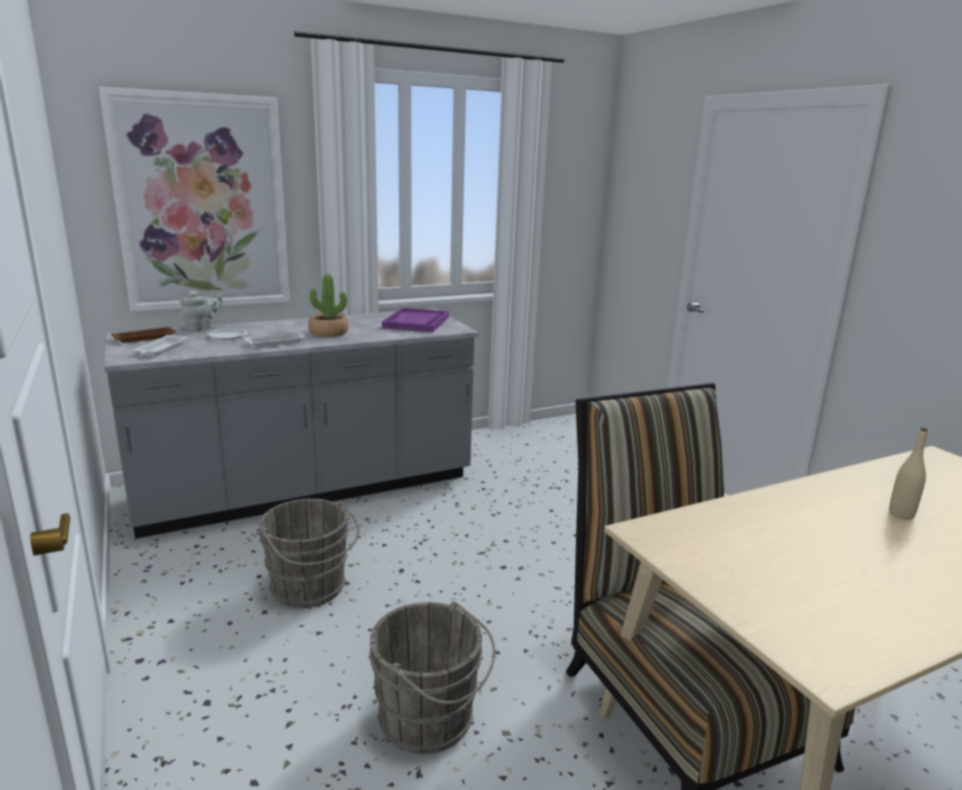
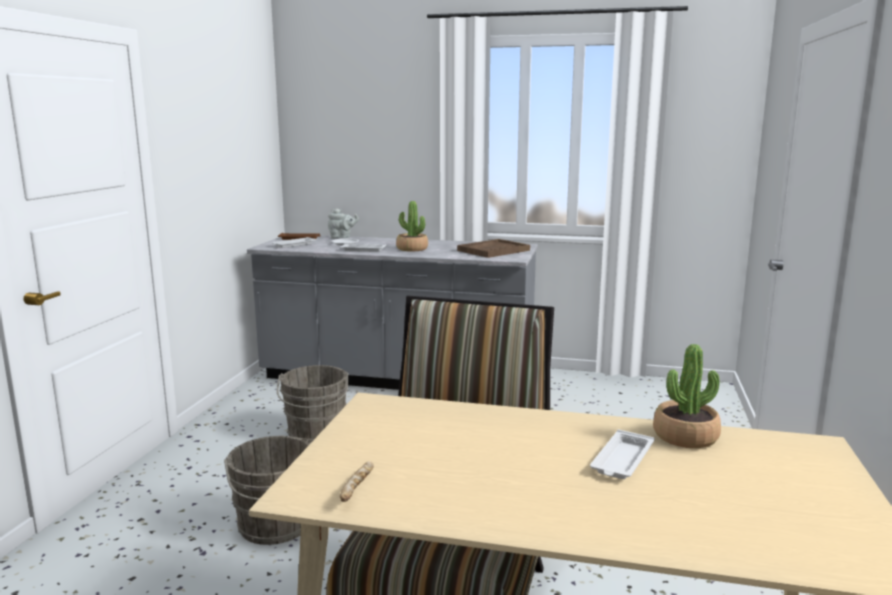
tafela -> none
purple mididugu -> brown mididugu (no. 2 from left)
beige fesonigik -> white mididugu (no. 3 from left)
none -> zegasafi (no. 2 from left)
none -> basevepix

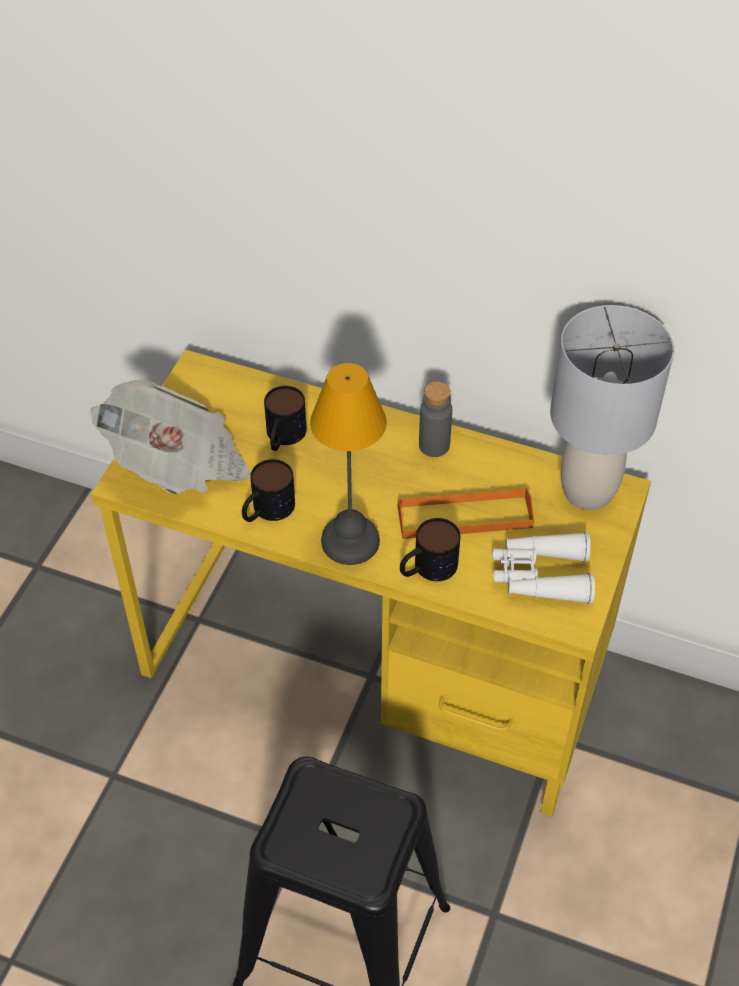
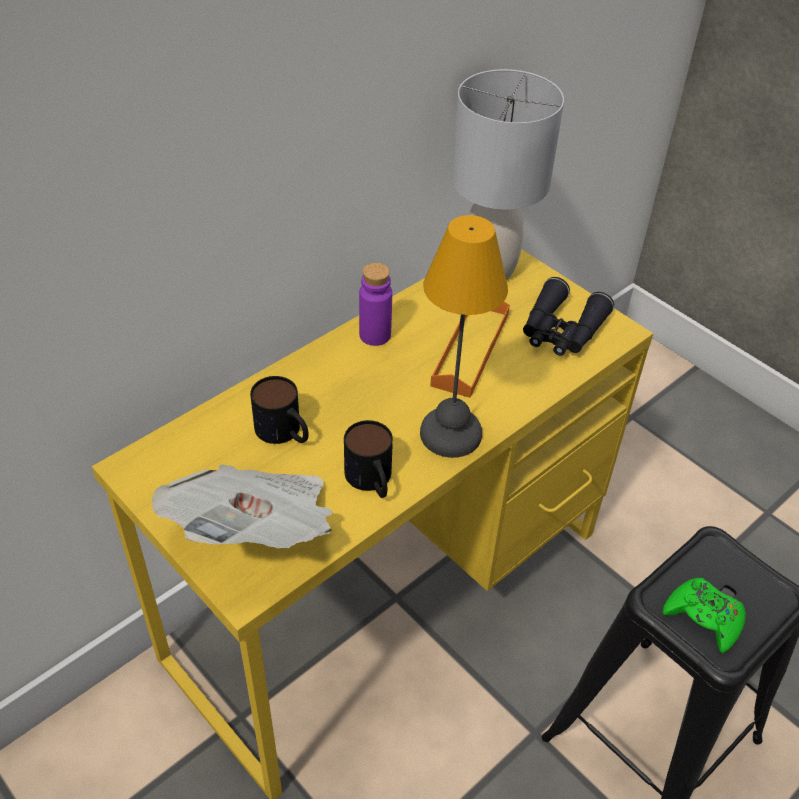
grey fesonigik -> purple fesonigik
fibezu (no. 3 from left) -> none
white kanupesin -> black kanupesin
none -> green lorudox

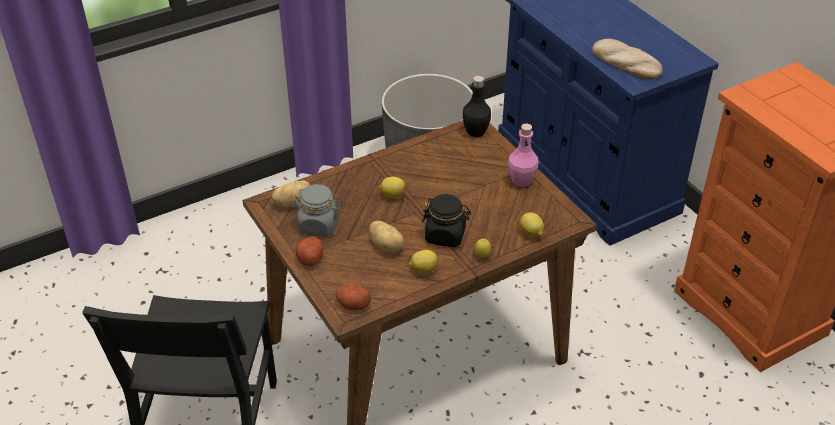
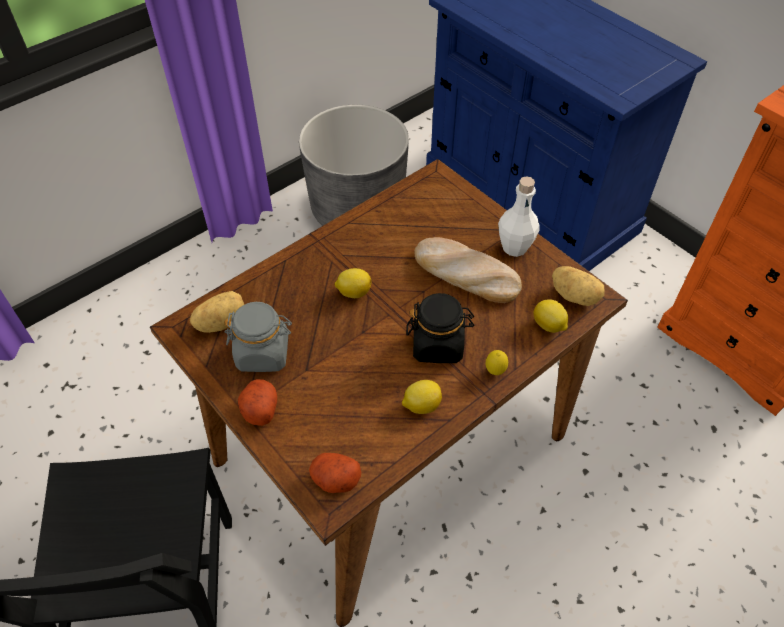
basevepix, shifted
black fesonigik -> none
pink fesonigik -> white fesonigik
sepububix (no. 4 from left), shifted

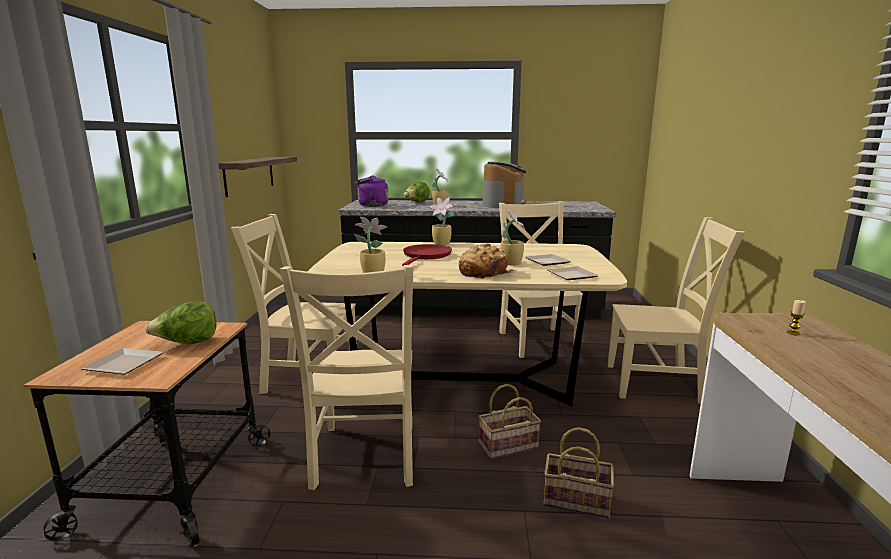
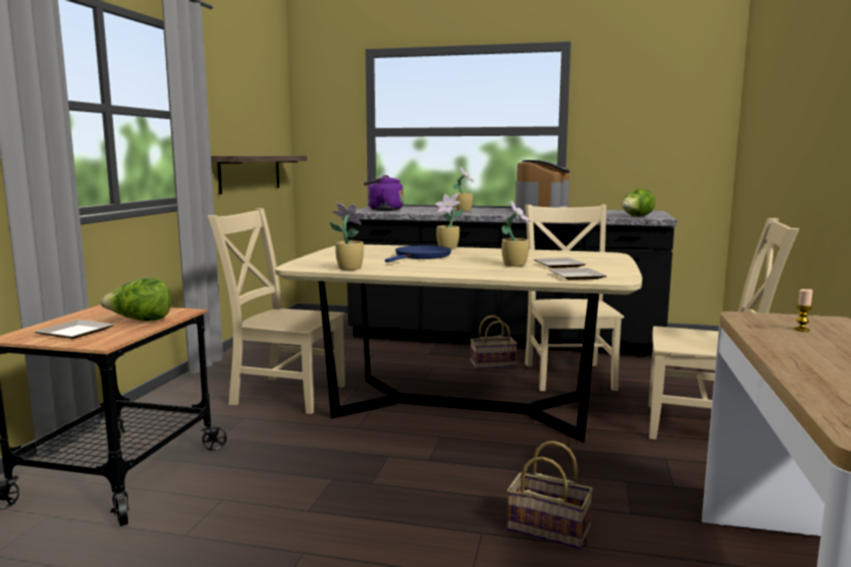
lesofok (no. 2 from left), shifted
basevepix -> none
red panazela -> blue panazela
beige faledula (no. 2 from left) -> none
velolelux (no. 1 from left), shifted

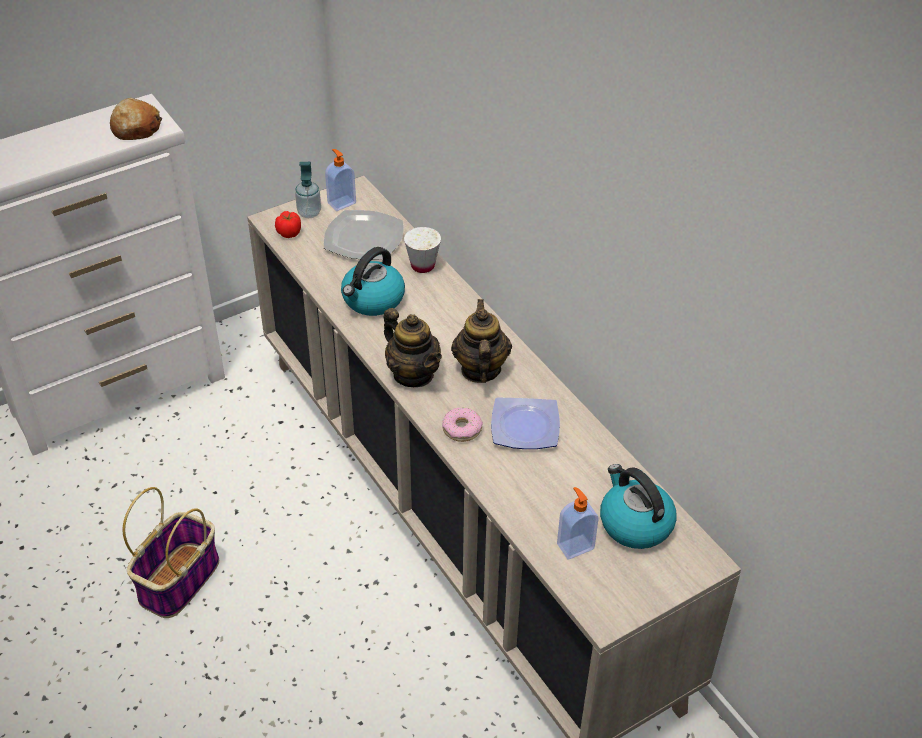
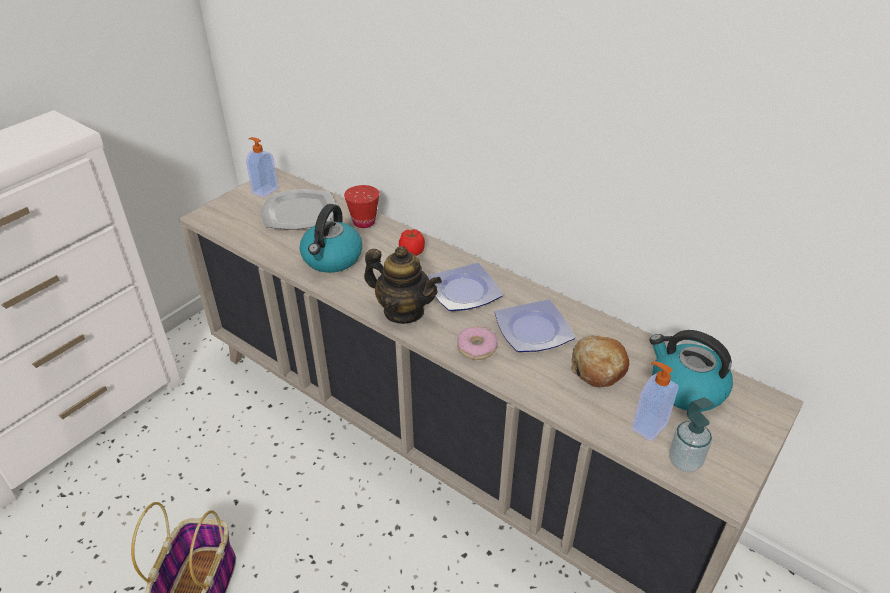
basevepix, shifted
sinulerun (no. 1 from left in the first image) -> sinulerun (no. 3 from left), shifted
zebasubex, shifted
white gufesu -> red gufesu
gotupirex (no. 2 from left) -> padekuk (no. 2 from left)

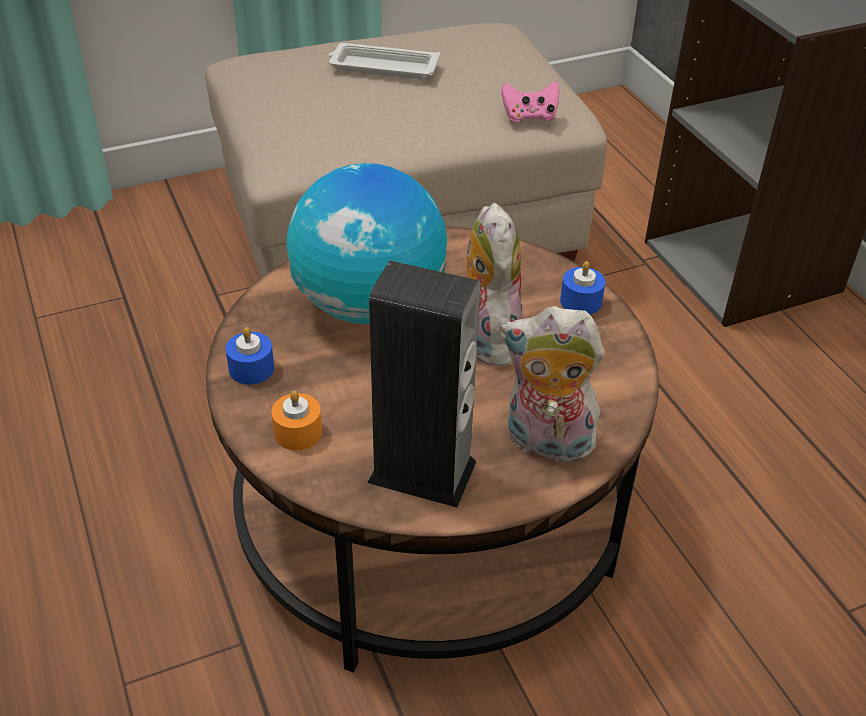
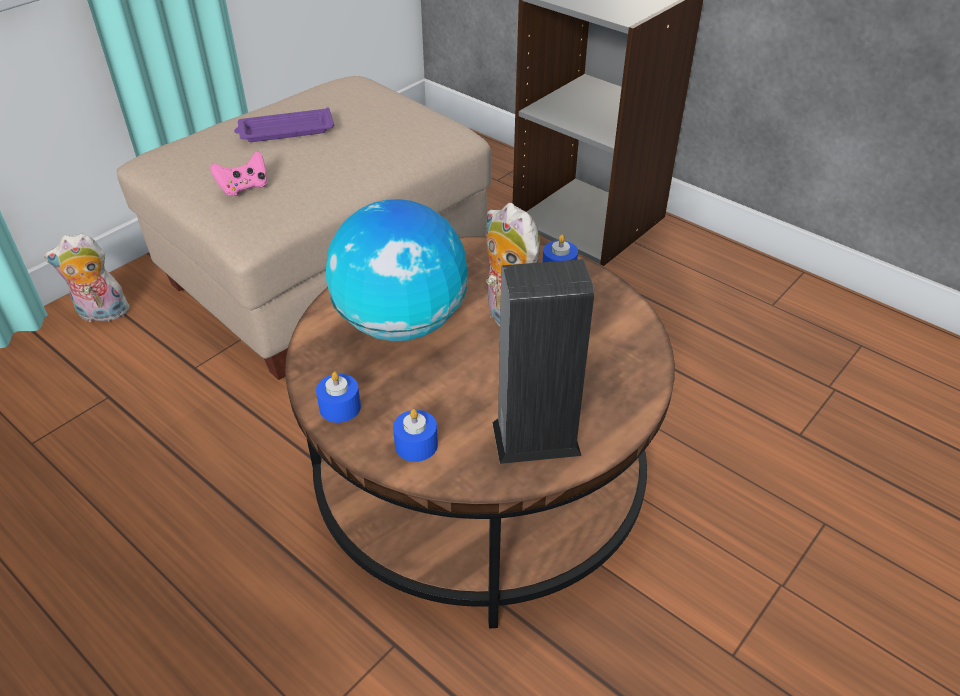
white mididugu -> purple mididugu
pink lorudox, shifted
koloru (no. 2 from left in the first image) -> koloru (no. 1 from left), shifted
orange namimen -> blue namimen (no. 2 from left)

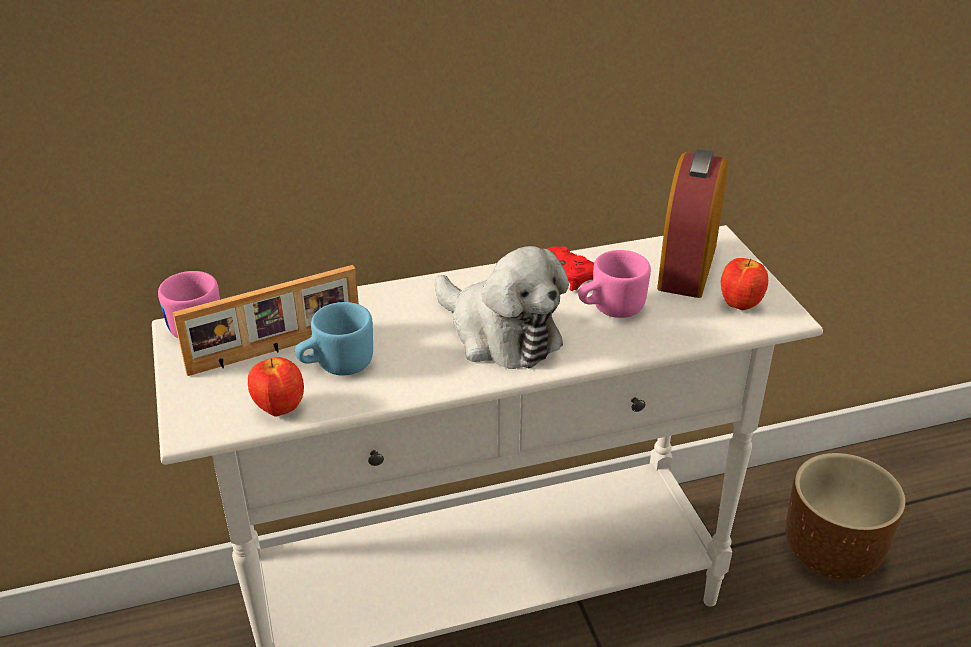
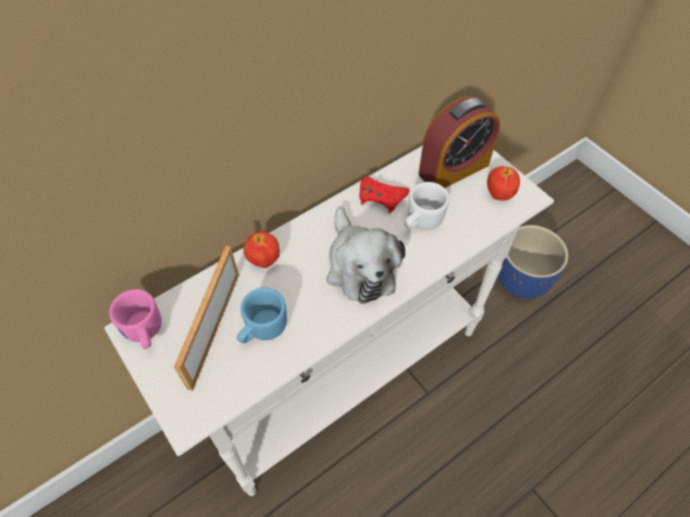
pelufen, 120 degrees counterclockwise
koloru, 45 degrees clockwise
pink fibezu (no. 2 from left) -> white fibezu
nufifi, 150 degrees clockwise
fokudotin (no. 1 from left), shifted
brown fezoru -> blue fezoru

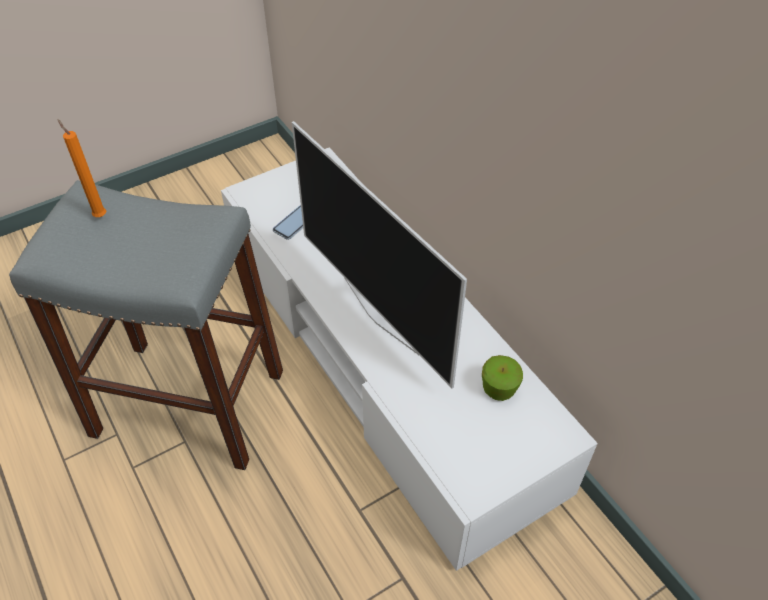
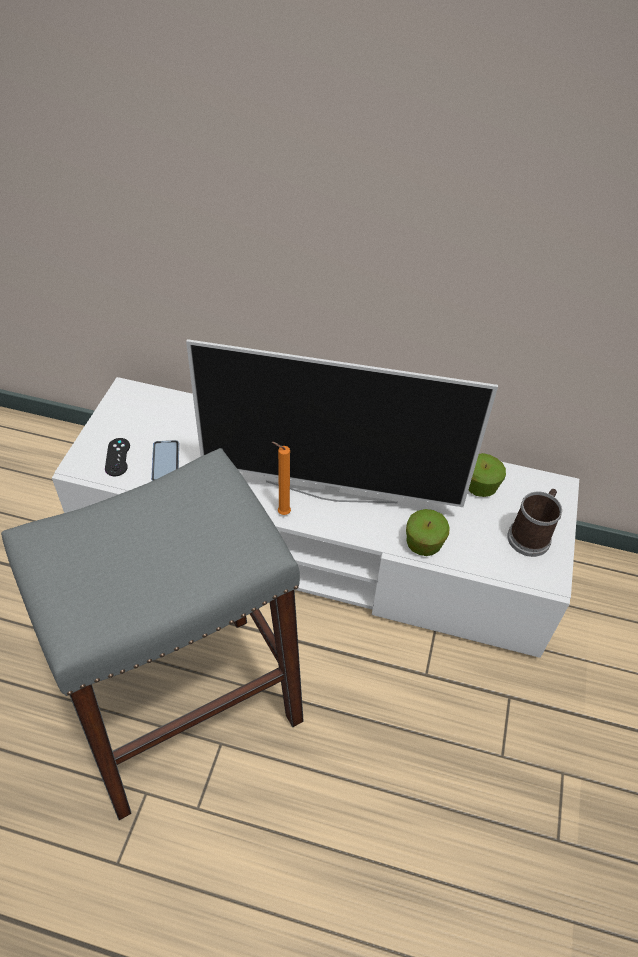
orange namimen, shifted
none -> black lorudox
none -> fibezu
none -> fokudotin (no. 1 from left)

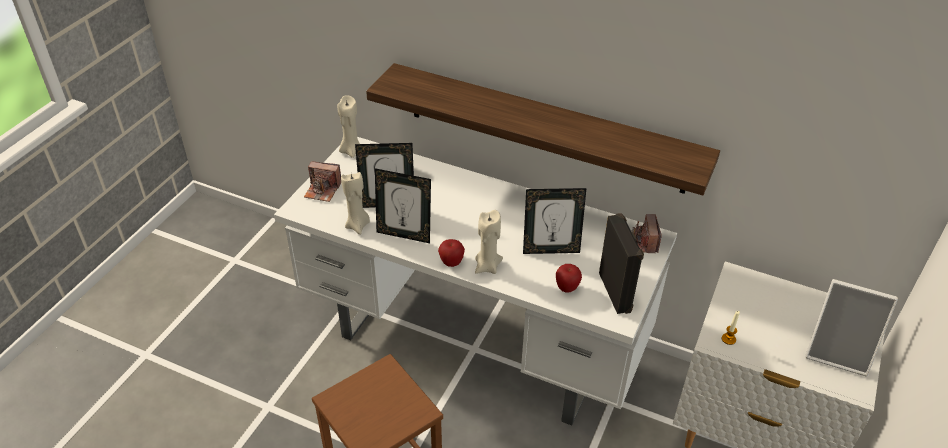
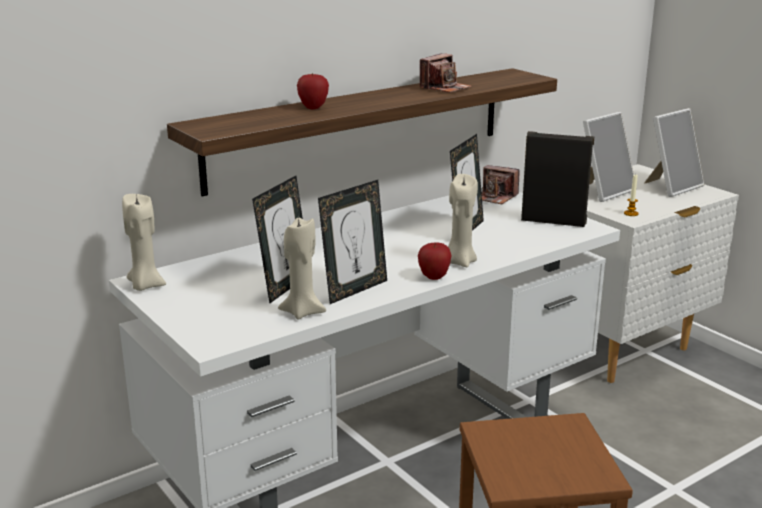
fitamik (no. 1 from left), shifted
fokudotin (no. 2 from left in the first image) -> fokudotin (no. 1 from left), shifted
none -> nufifi (no. 4 from left)

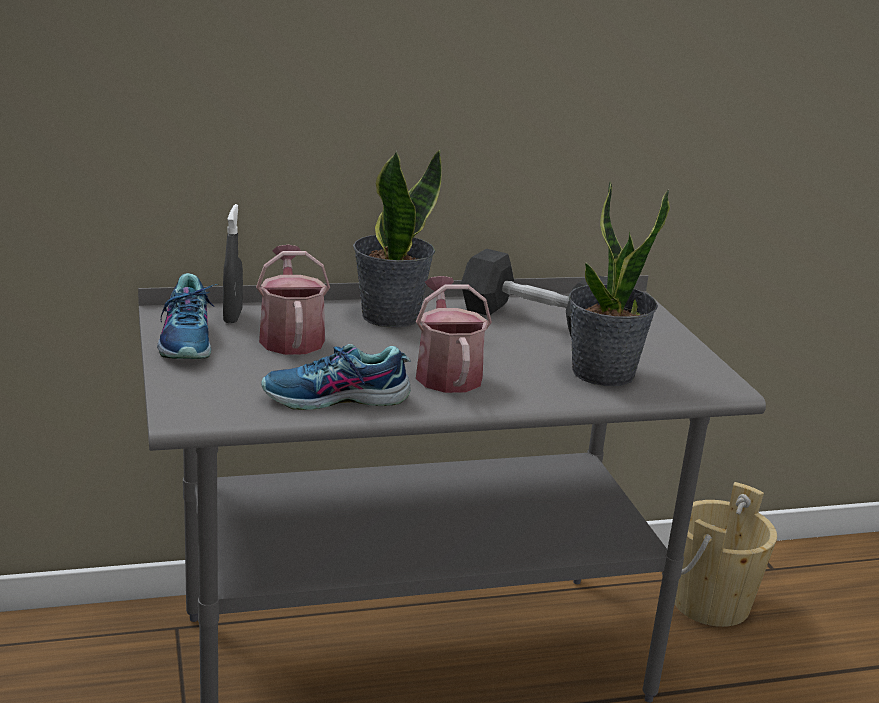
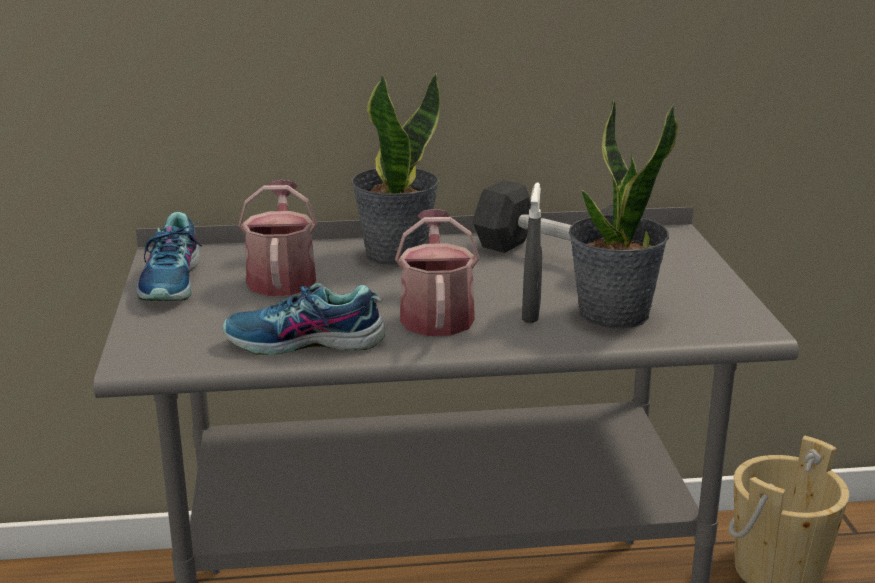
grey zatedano, shifted

